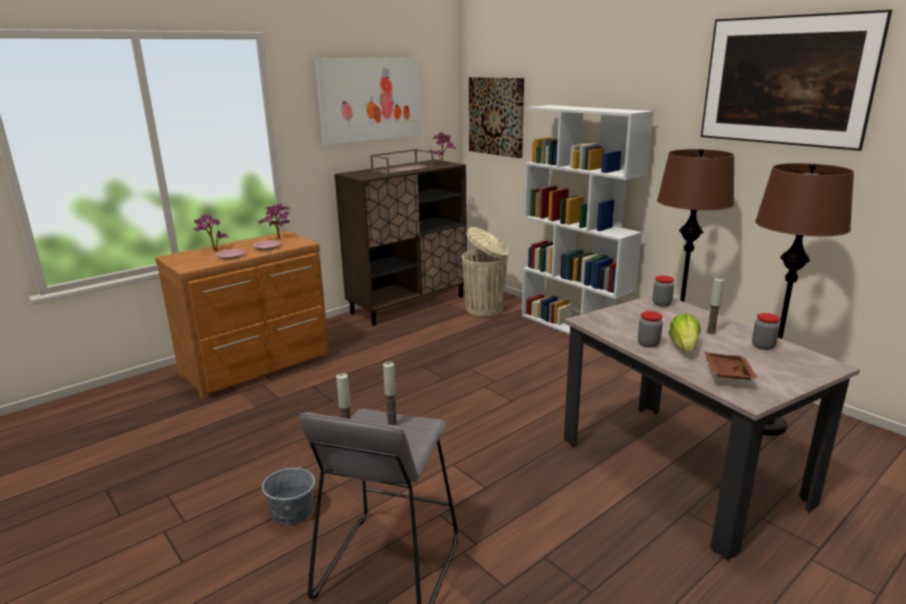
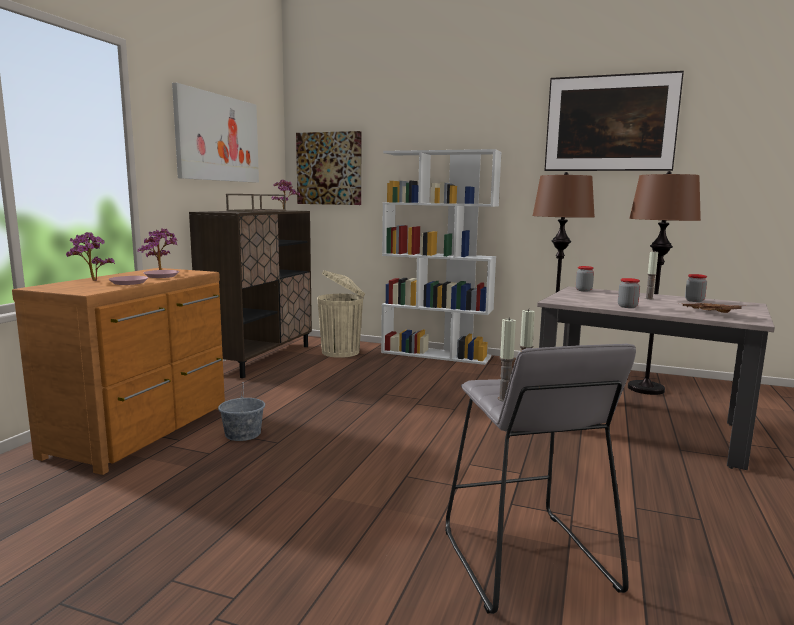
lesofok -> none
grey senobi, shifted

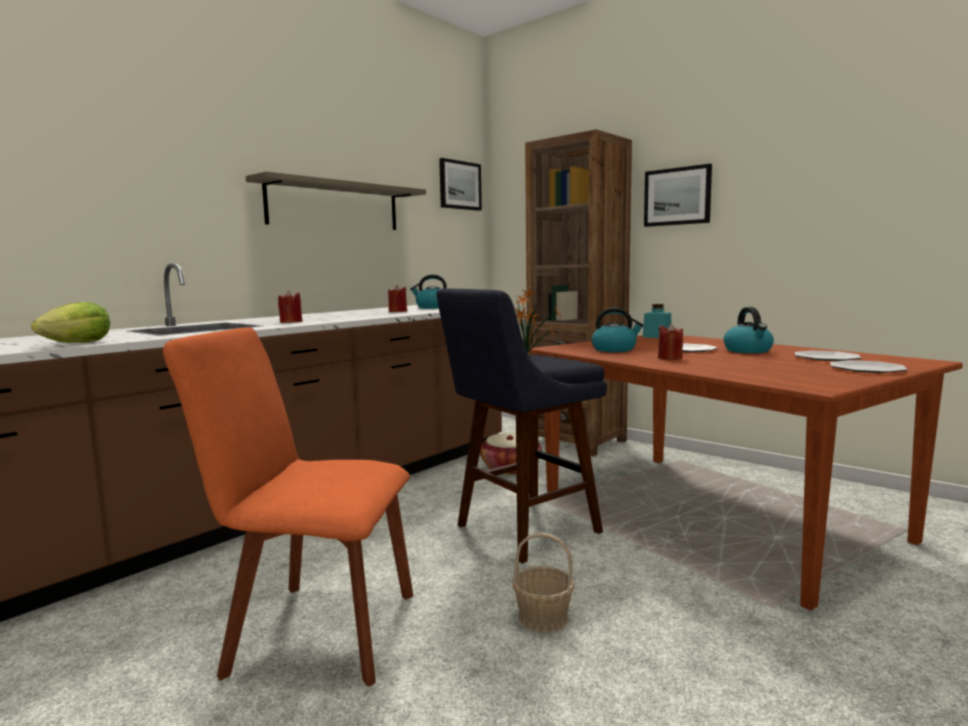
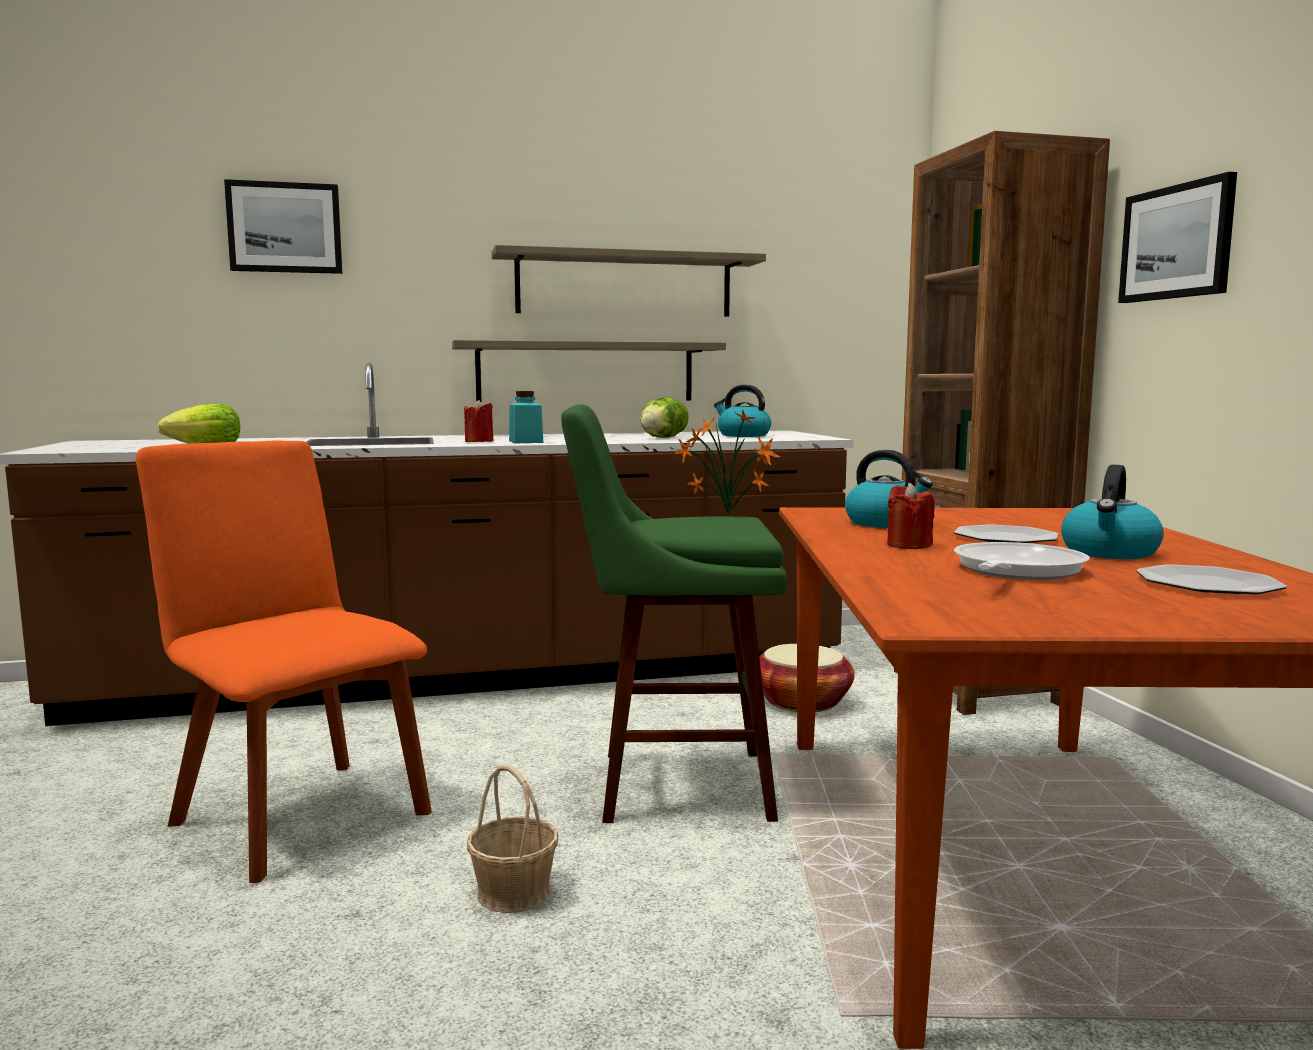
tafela (no. 1 from left), shifted
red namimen (no. 2 from left) -> lesofok (no. 2 from left)
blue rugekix -> green rugekix
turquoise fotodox, shifted
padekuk (no. 3 from left) -> none
none -> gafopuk (no. 1 from left)
none -> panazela

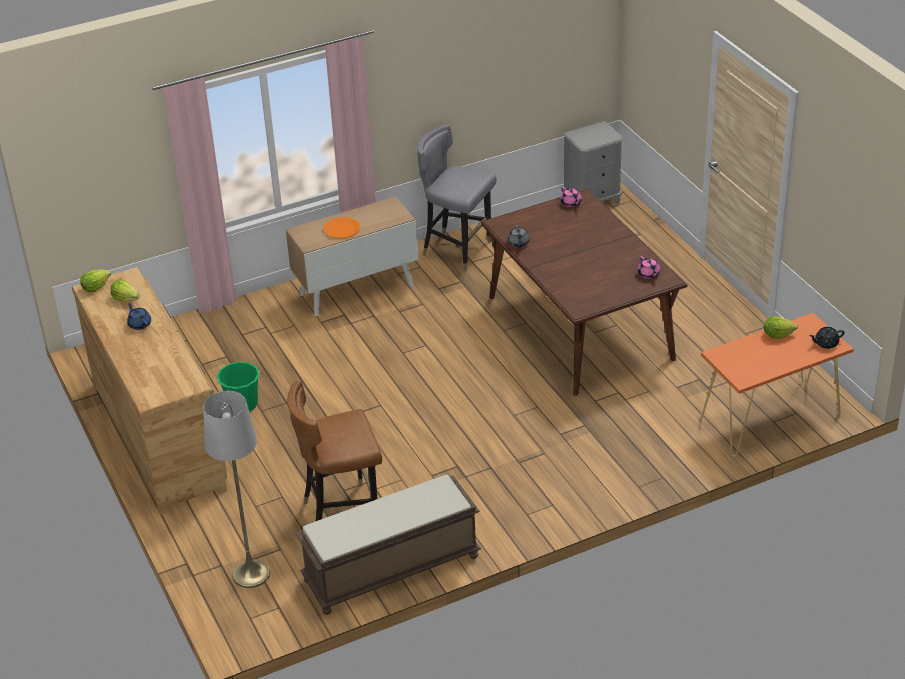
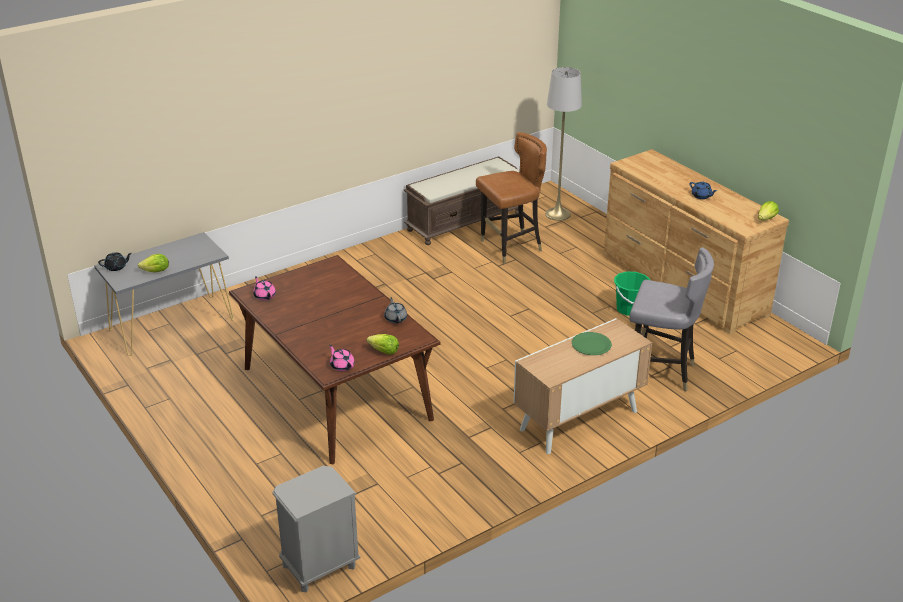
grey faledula, shifted
orange padekuk -> green padekuk
lesofok (no. 2 from left), shifted
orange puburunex -> grey puburunex

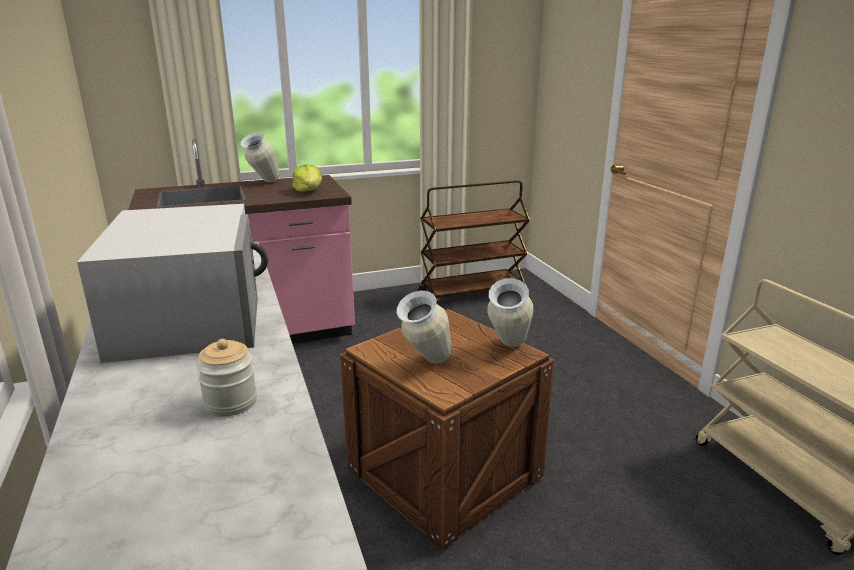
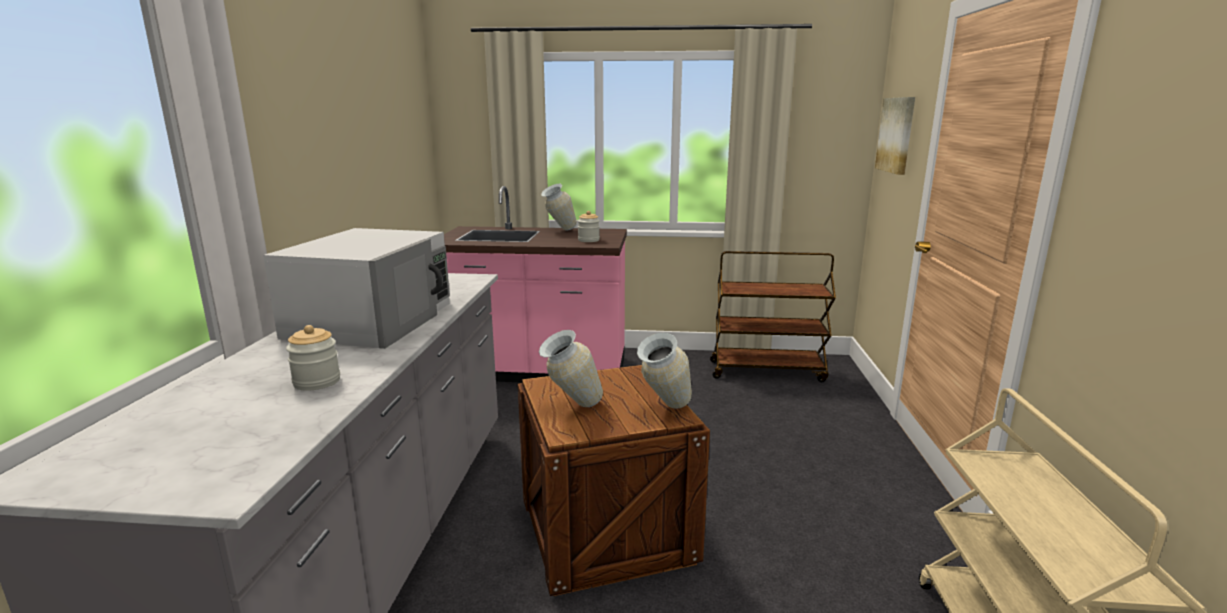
lesofok -> fotodox (no. 2 from left)
none -> tafela

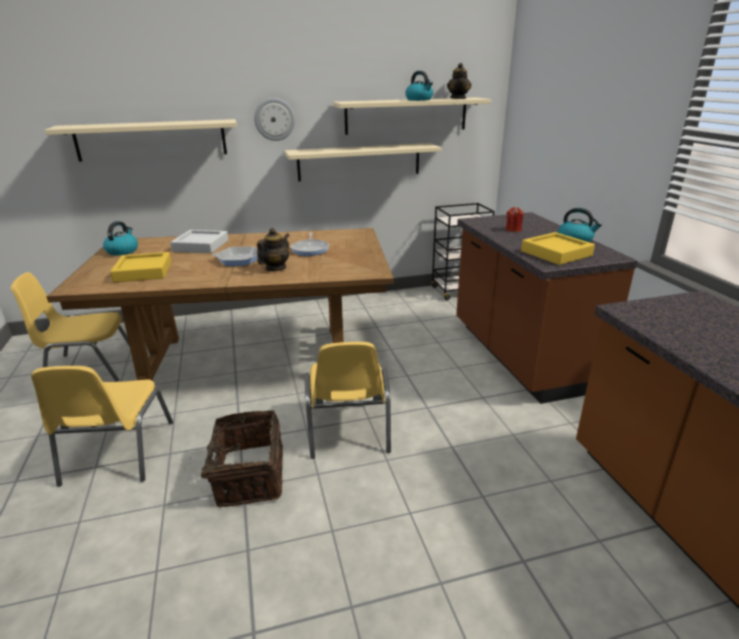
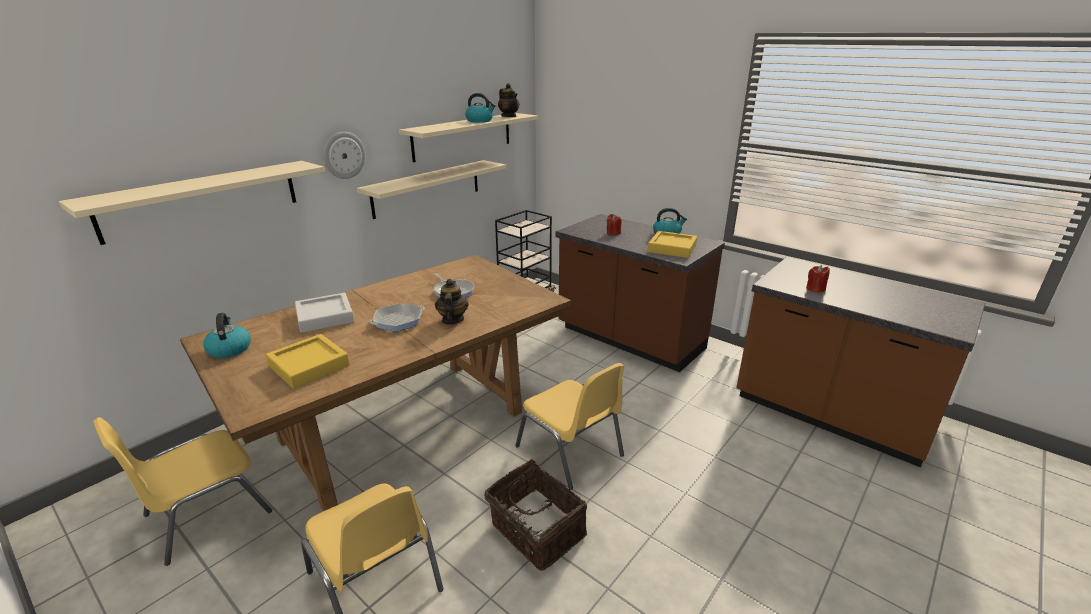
none -> red namimen (no. 2 from left)

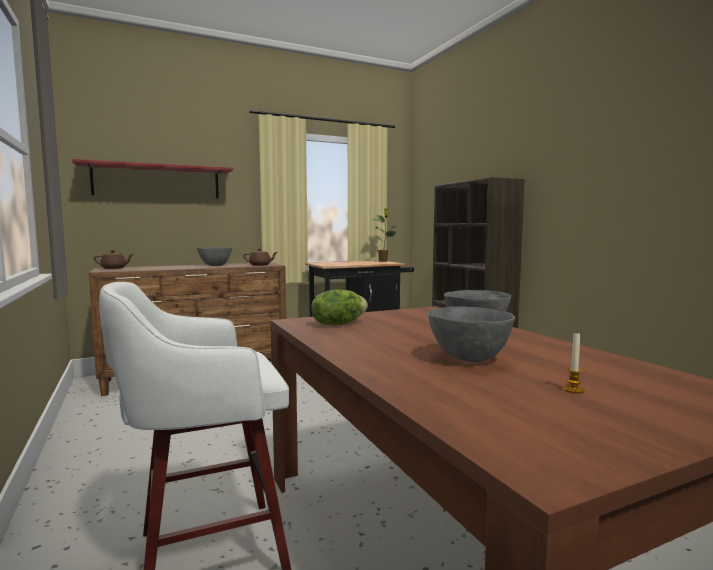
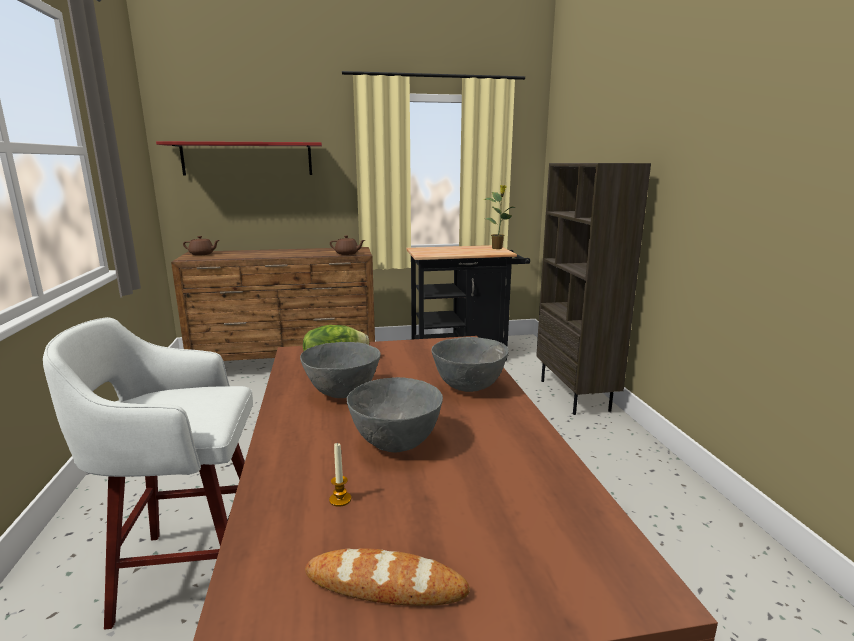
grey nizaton (no. 1 from left), shifted
namimen, shifted
none -> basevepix

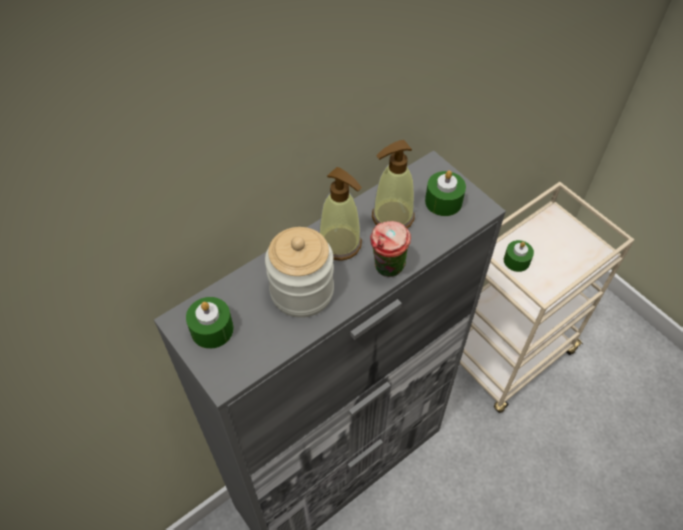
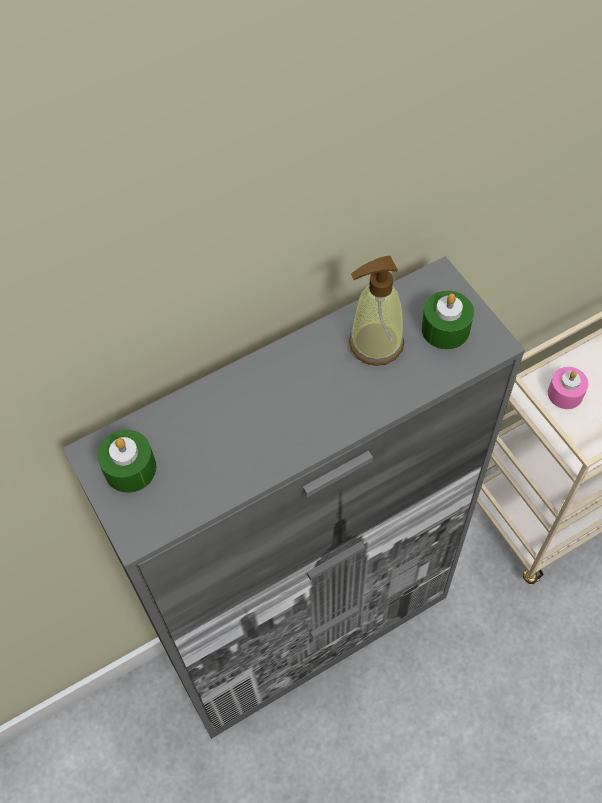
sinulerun (no. 1 from left) -> none
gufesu -> none
fotodox -> none
green namimen (no. 3 from left) -> pink namimen

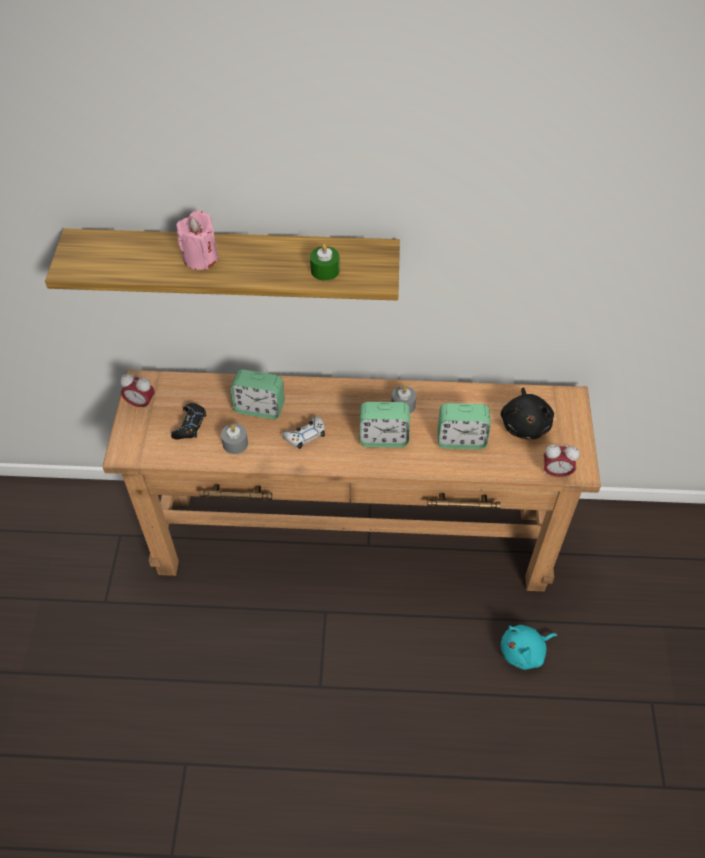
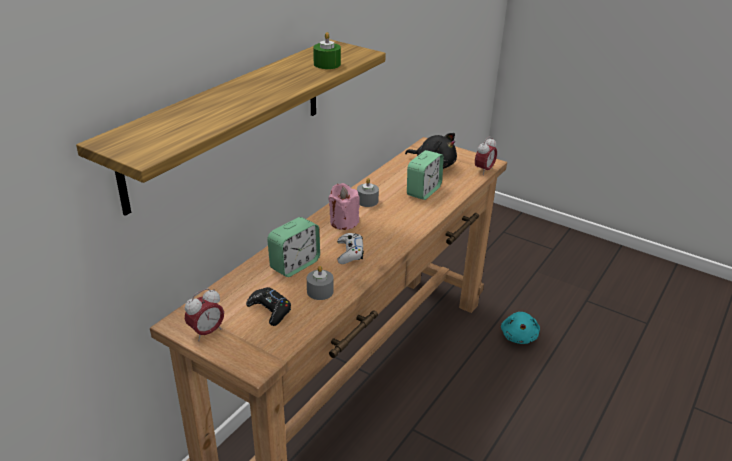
pink namimen, shifted
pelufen (no. 3 from left) -> none

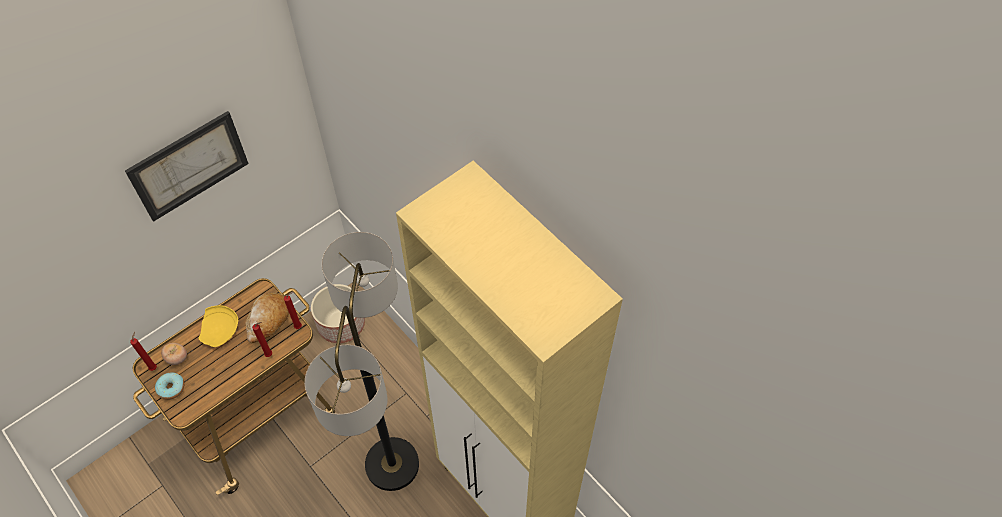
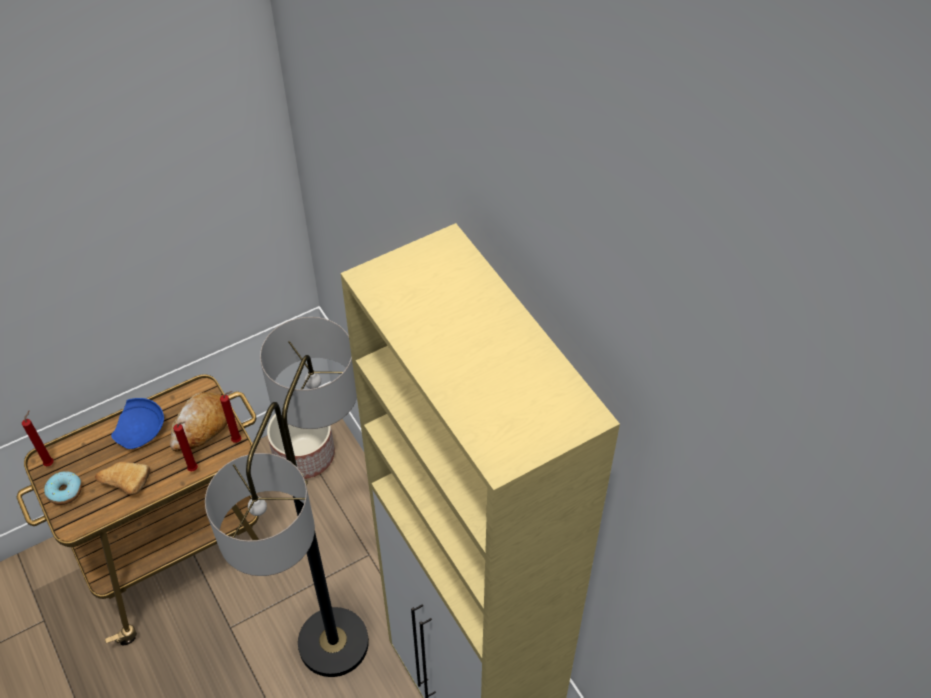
tafela -> none
yellow padekuk -> blue padekuk
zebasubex -> none
none -> basevepix (no. 1 from left)

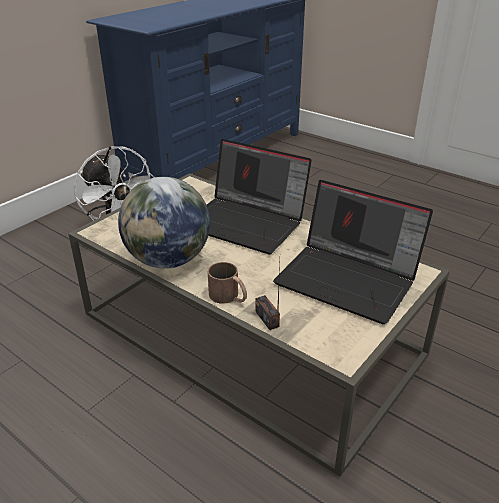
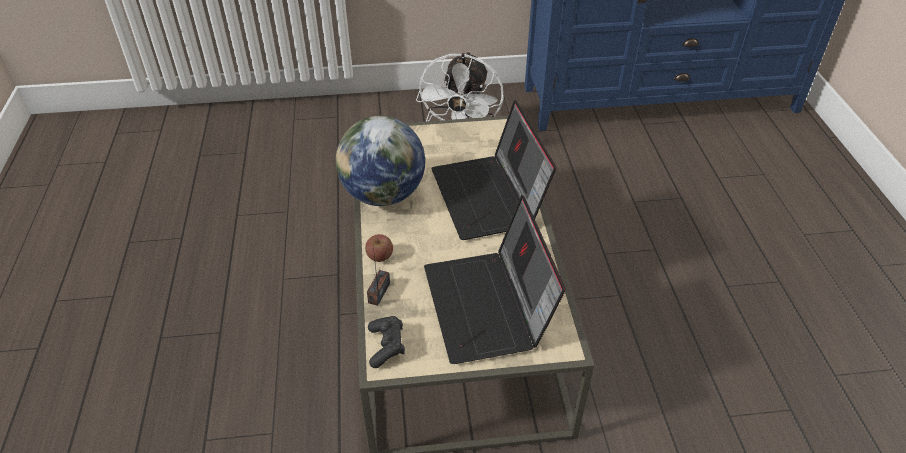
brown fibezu -> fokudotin
none -> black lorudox

